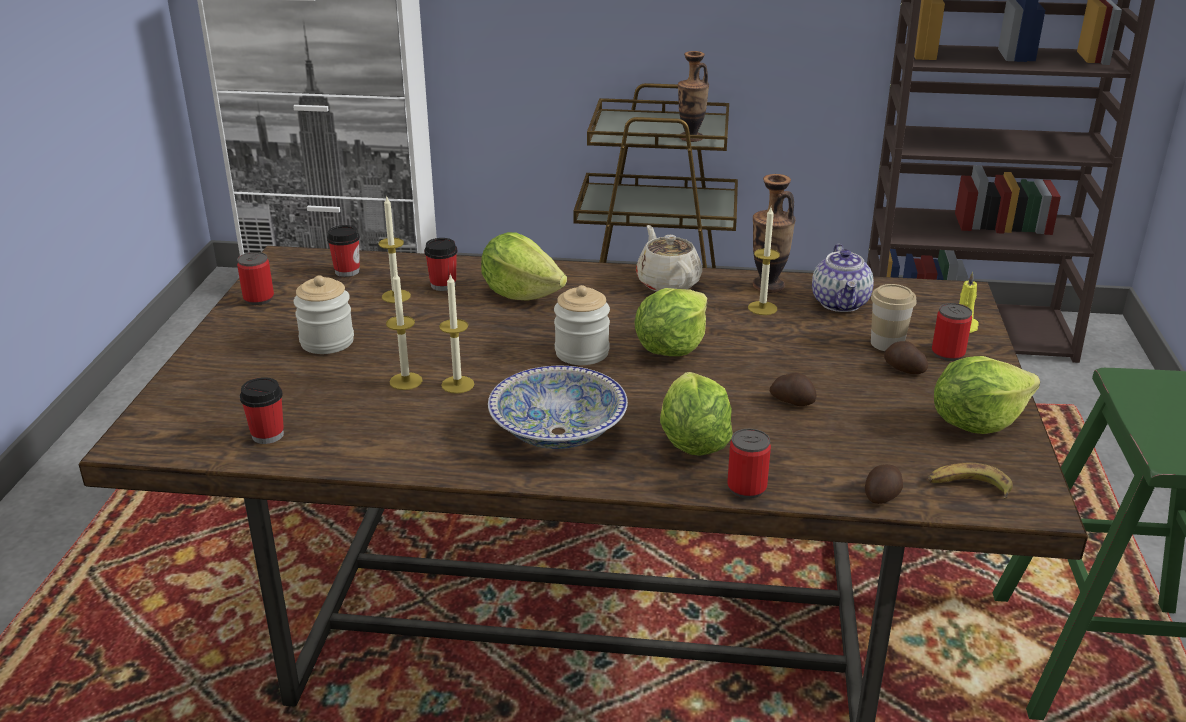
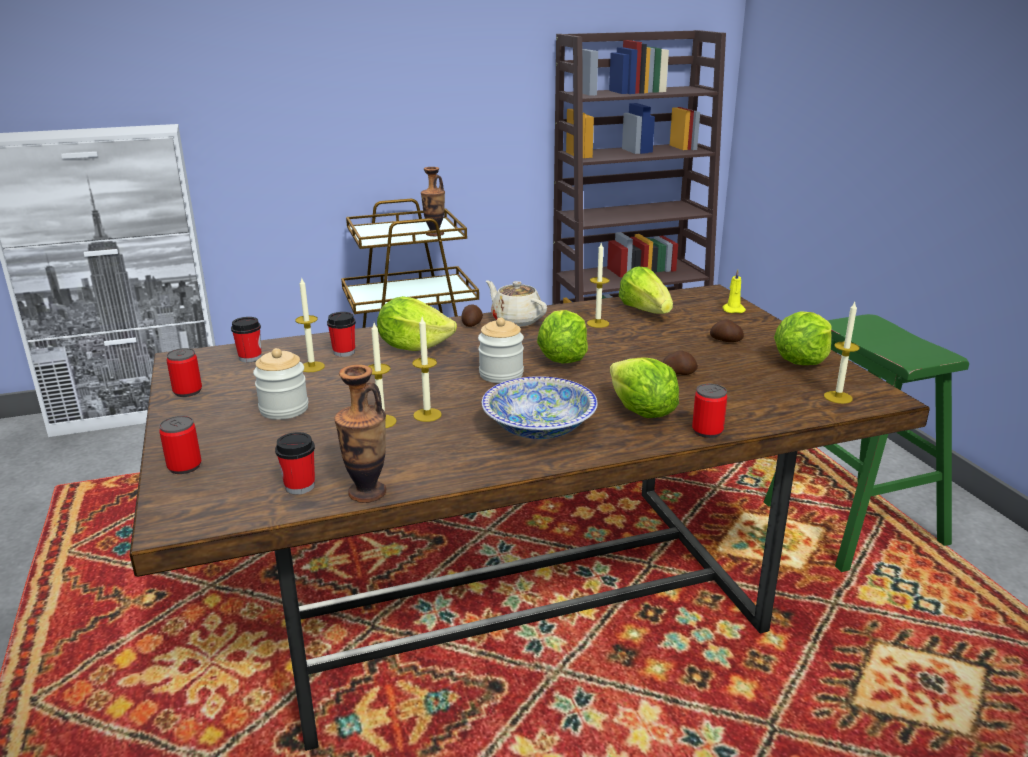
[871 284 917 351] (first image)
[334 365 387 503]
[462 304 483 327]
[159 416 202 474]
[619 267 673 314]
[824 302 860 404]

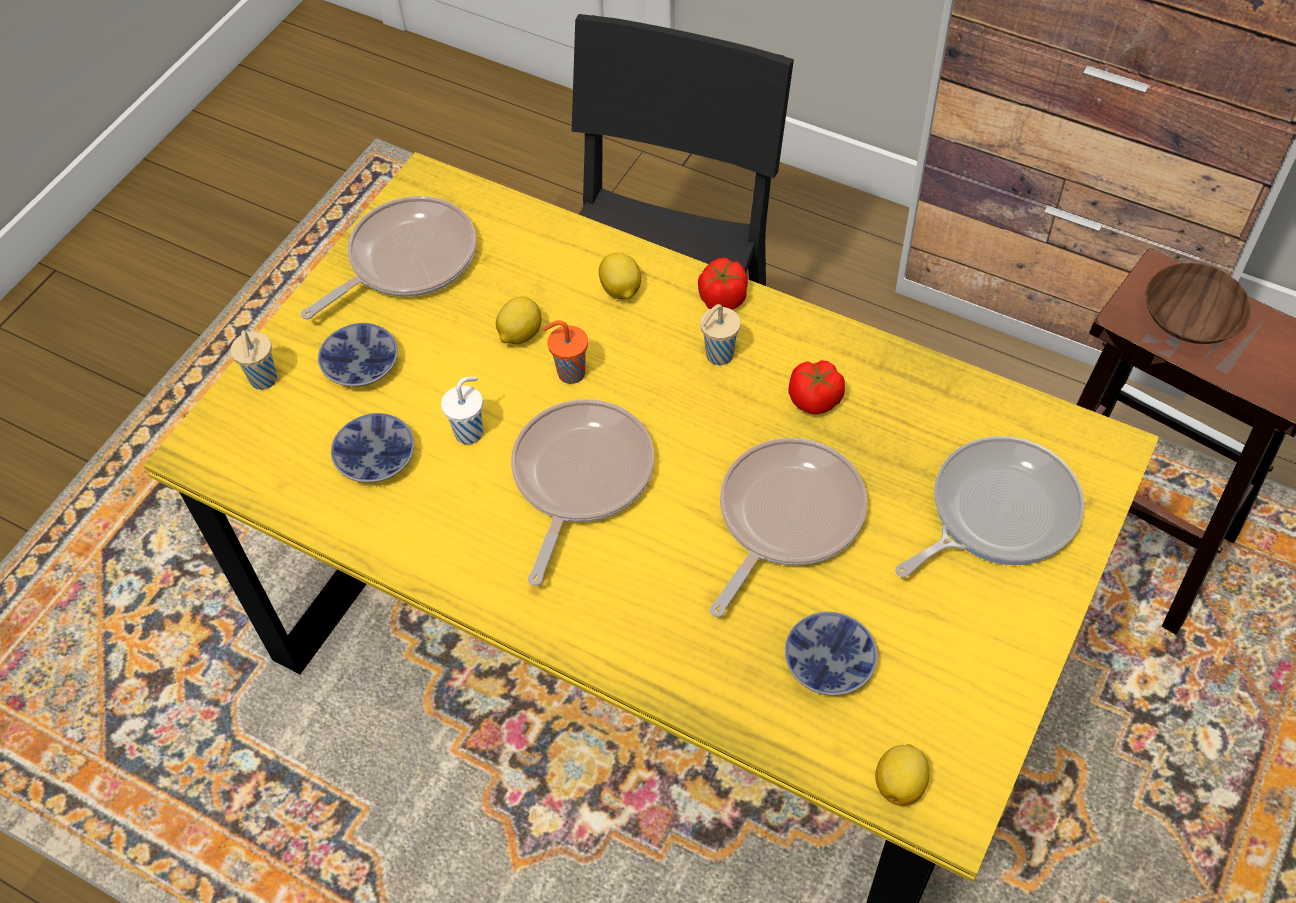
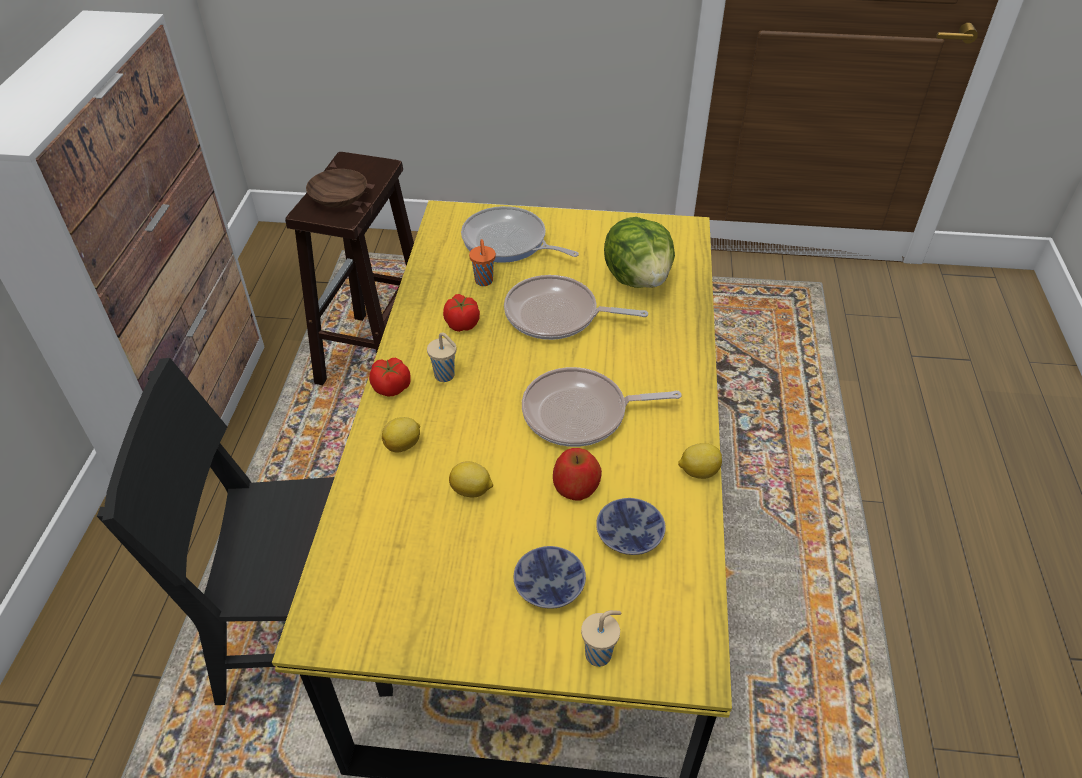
[301 196 476 320] (first image)
[469 239 496 286]
[678 443 722 479]
[553 448 602 500]
[604 217 675 288]

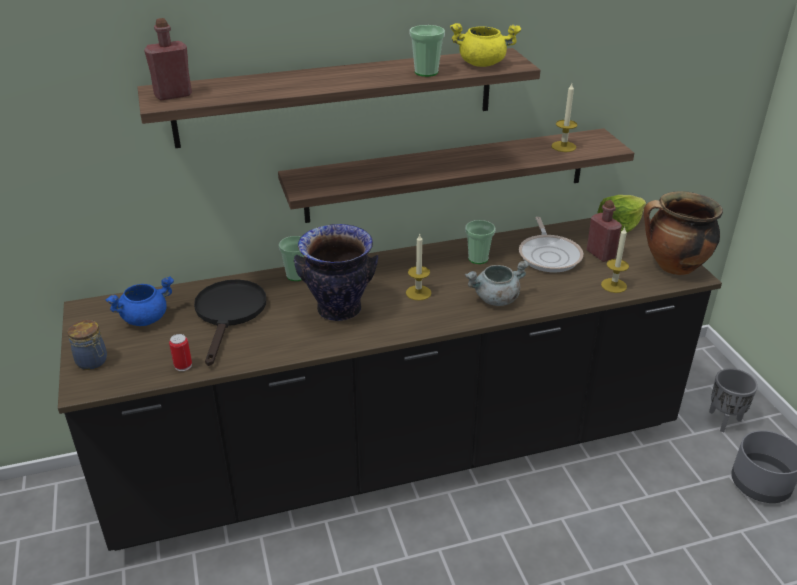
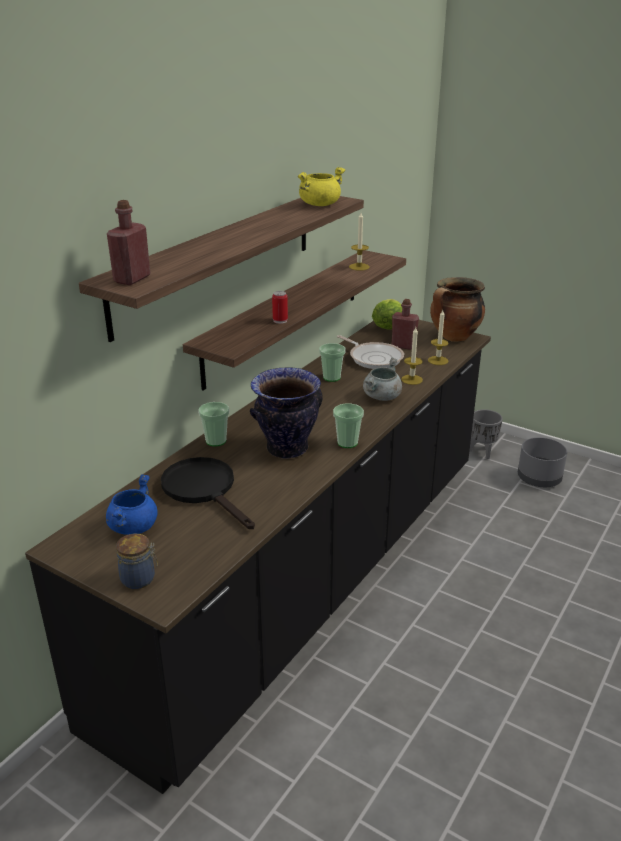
[272 291 288 324]
[401 327 423 385]
[333 404 364 448]

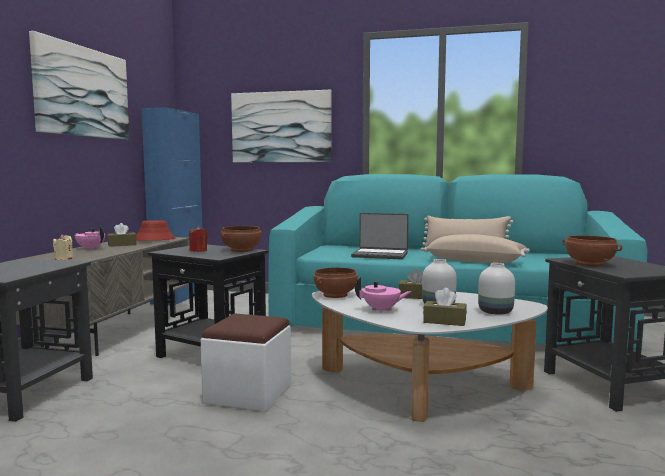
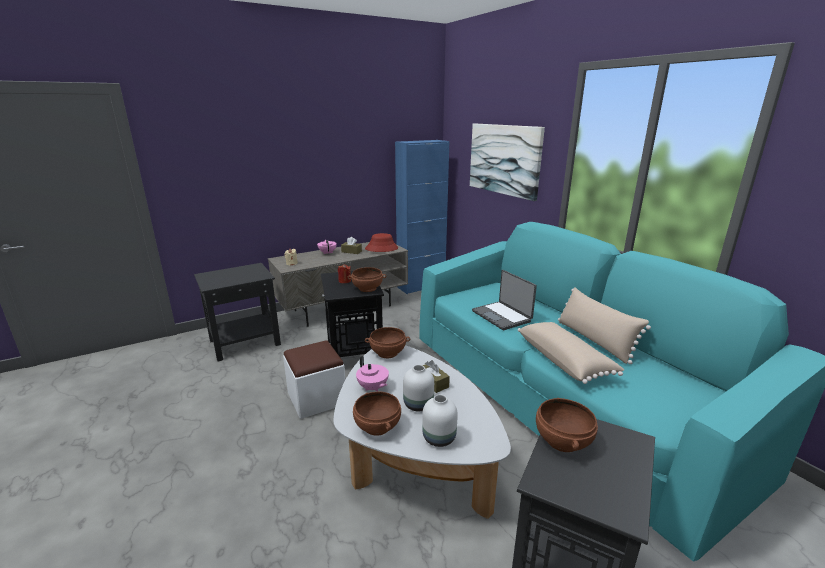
[29 31 129 140] (first image)
[353 392 401 436]

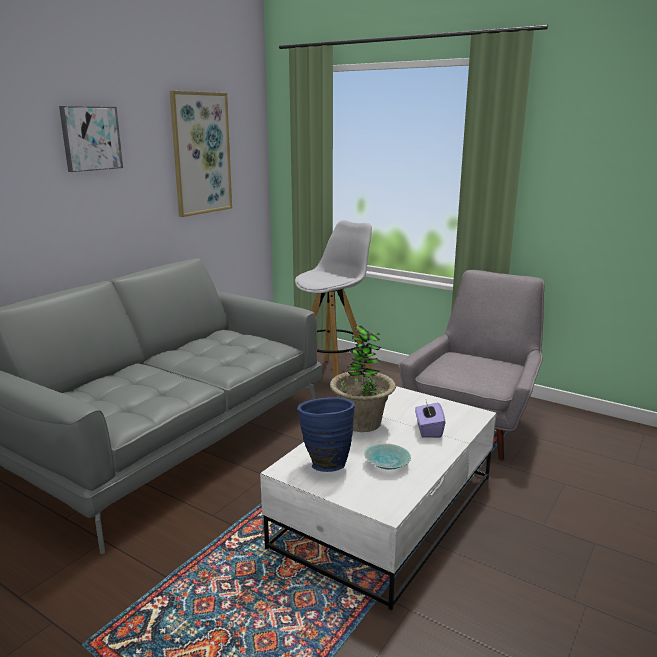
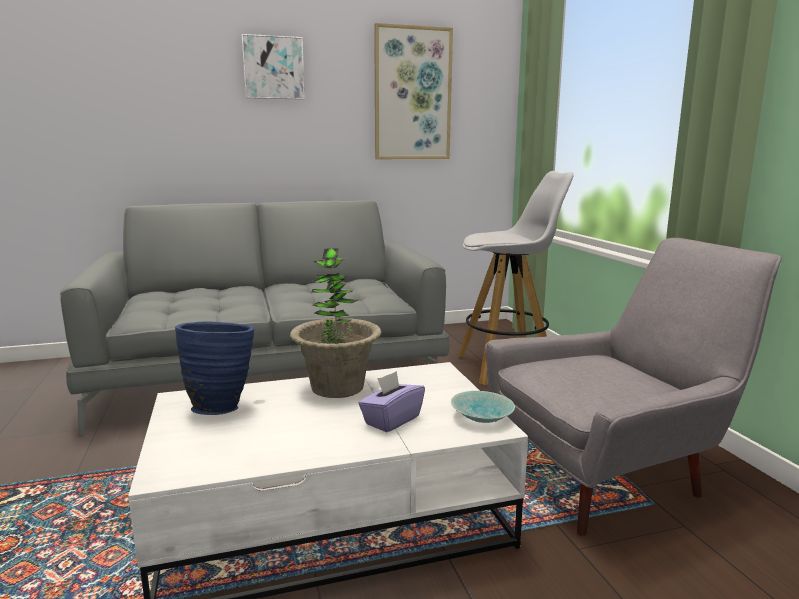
[451 391 515 423]

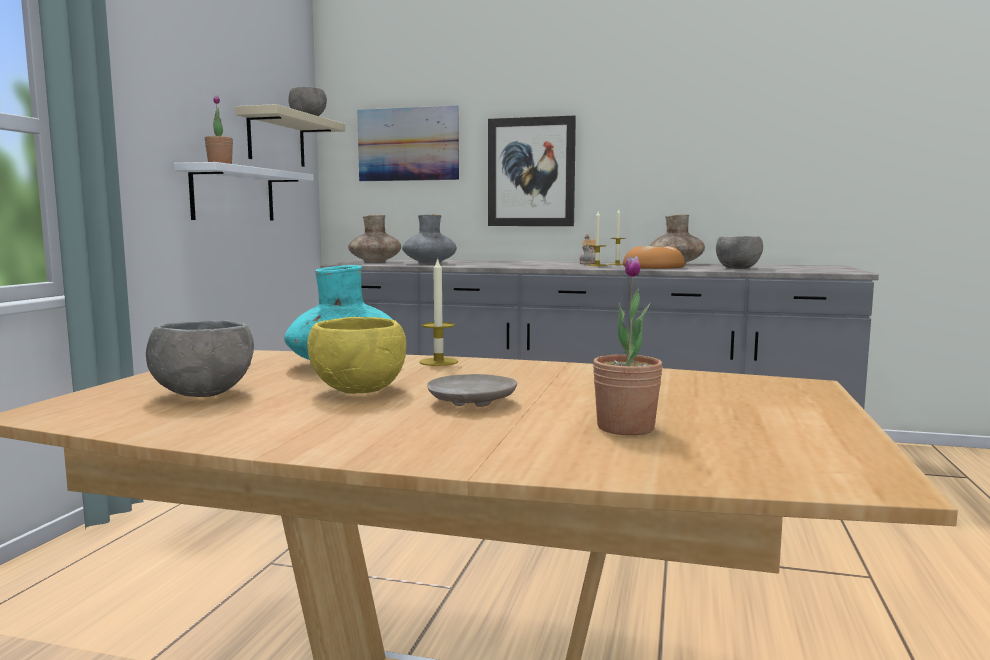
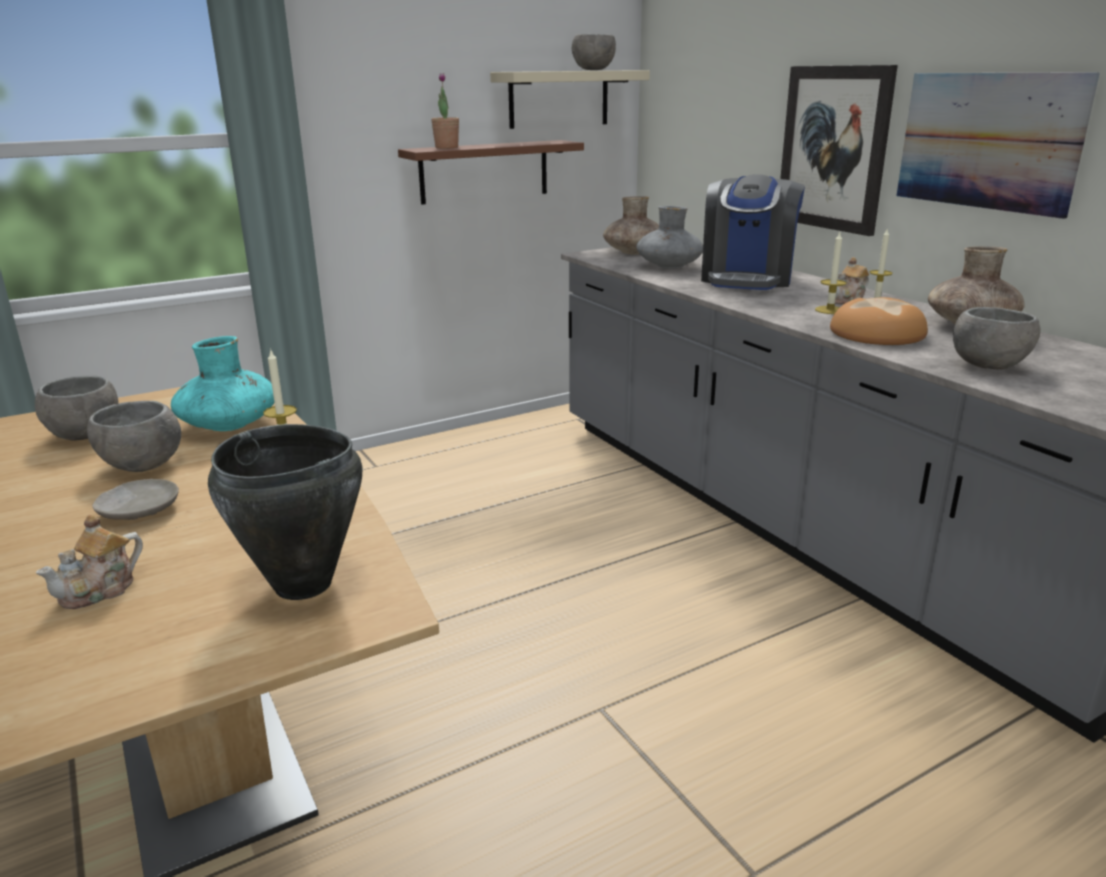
[208 424 363 600]
[701 174 805 290]
[897 72 1100 219]
[36 515 143 609]
[398 140 584 205]
[87 401 181 472]

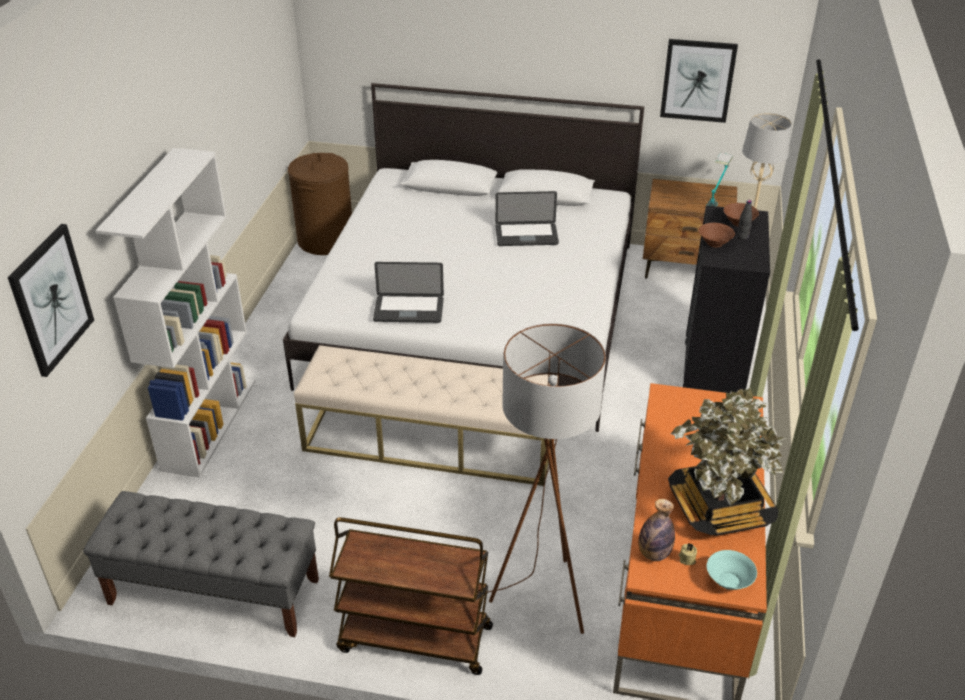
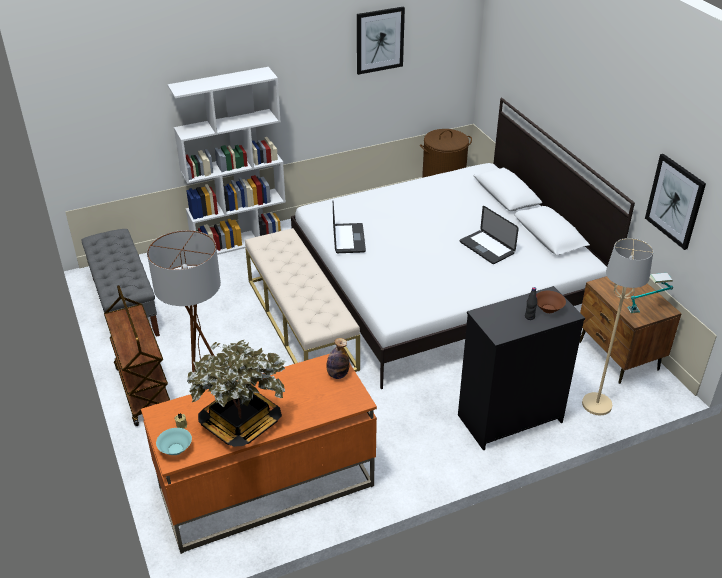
[699 223 735 247] (first image)
[357 6 405 75]
[326 338 350 379]
[333 201 366 253]

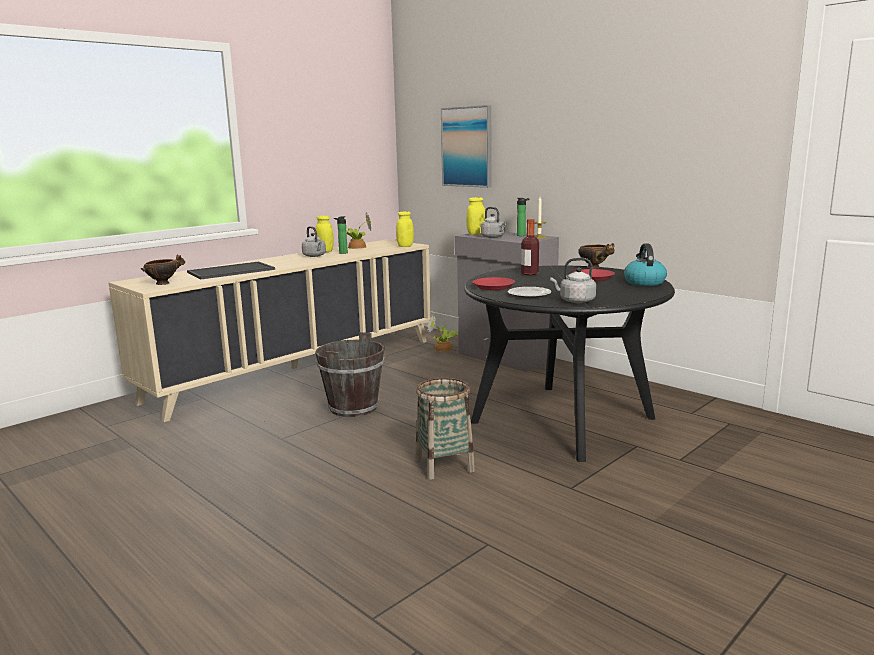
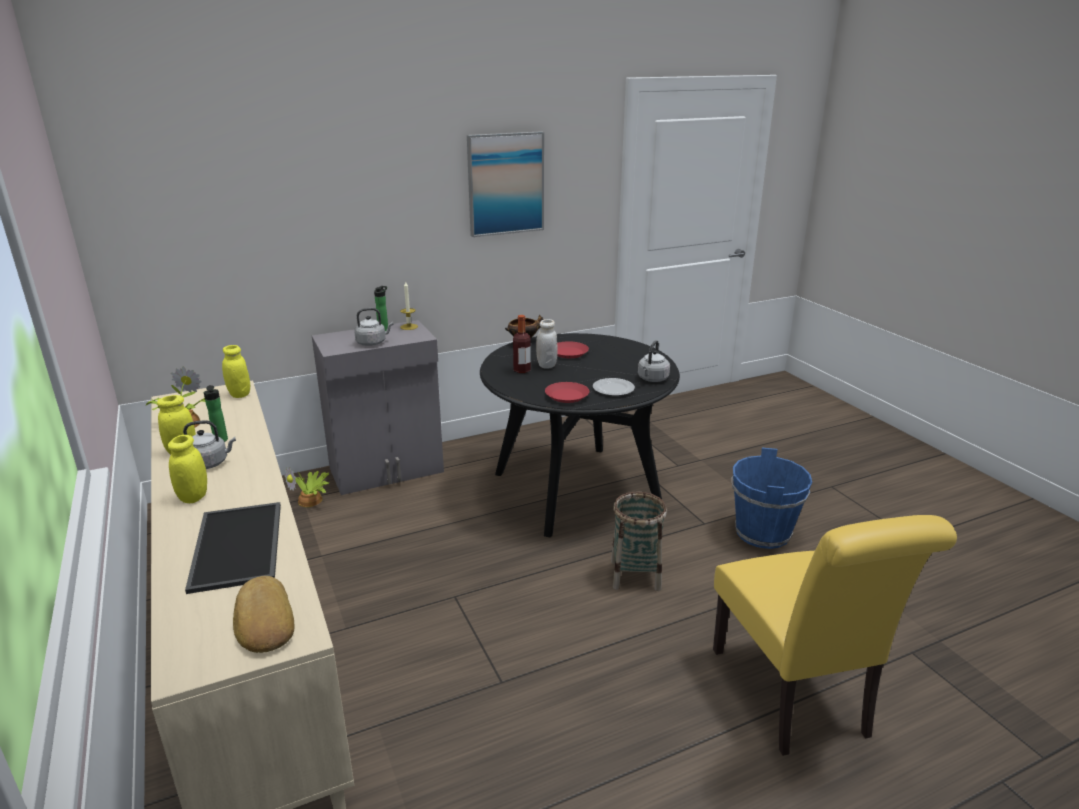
[315 332 385 417] (first image)
[624 243 667 286] (first image)
[536 319 558 369]
[713 515 957 756]
[732 448 812 549]
[467 131 544 237]
[168 435 207 503]
[233 576 295 653]

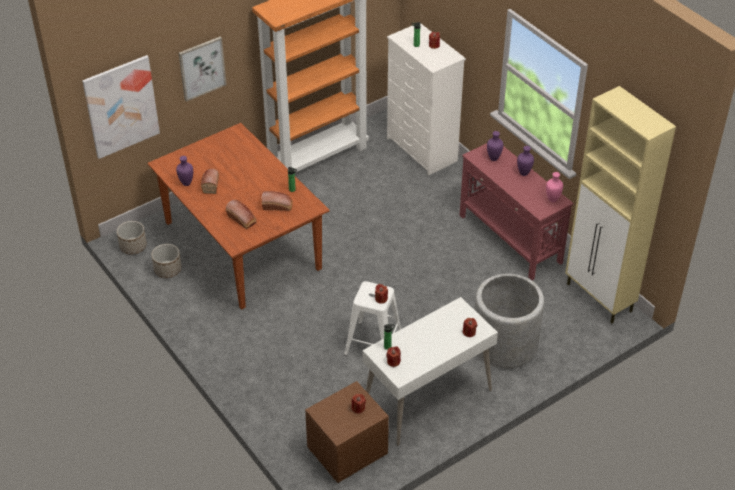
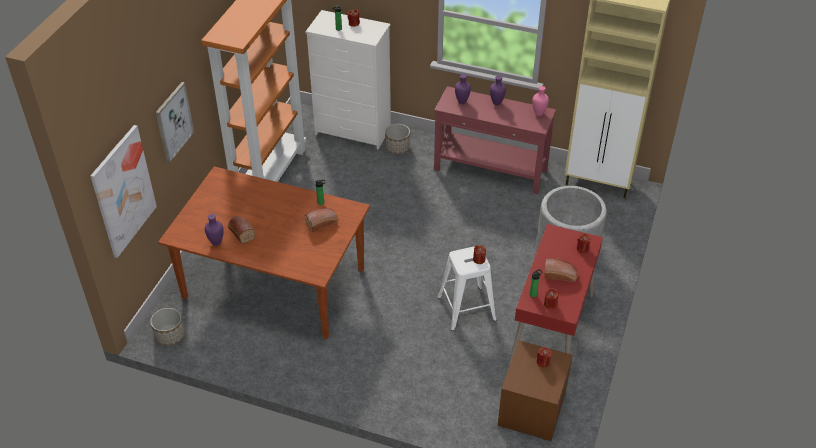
[385 124 410 154]
[544 258 578 282]
[509 224 603 366]

